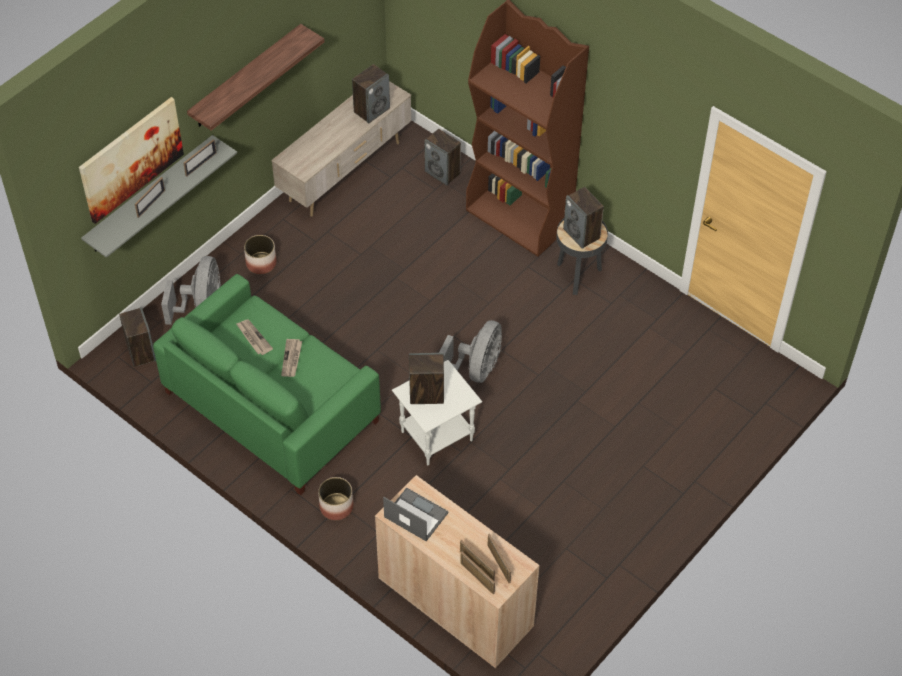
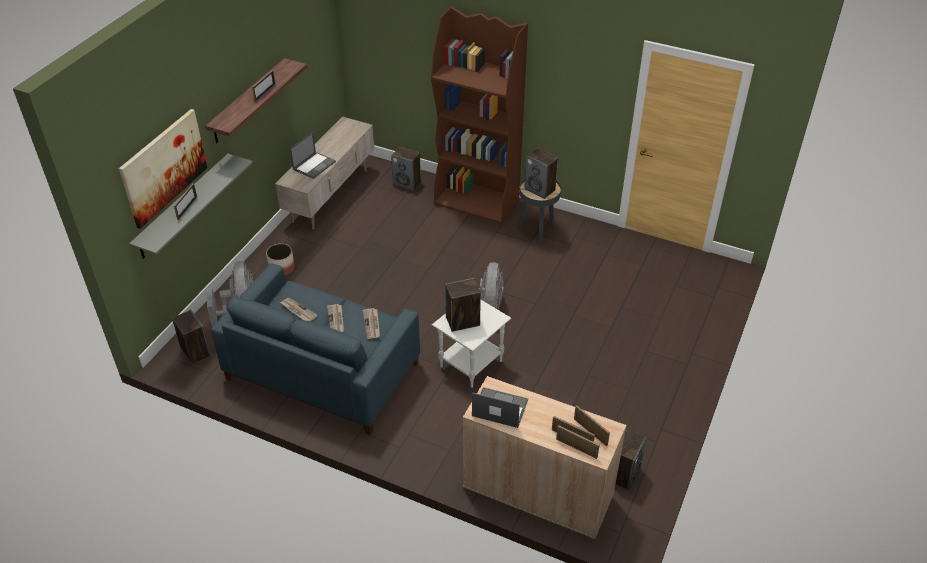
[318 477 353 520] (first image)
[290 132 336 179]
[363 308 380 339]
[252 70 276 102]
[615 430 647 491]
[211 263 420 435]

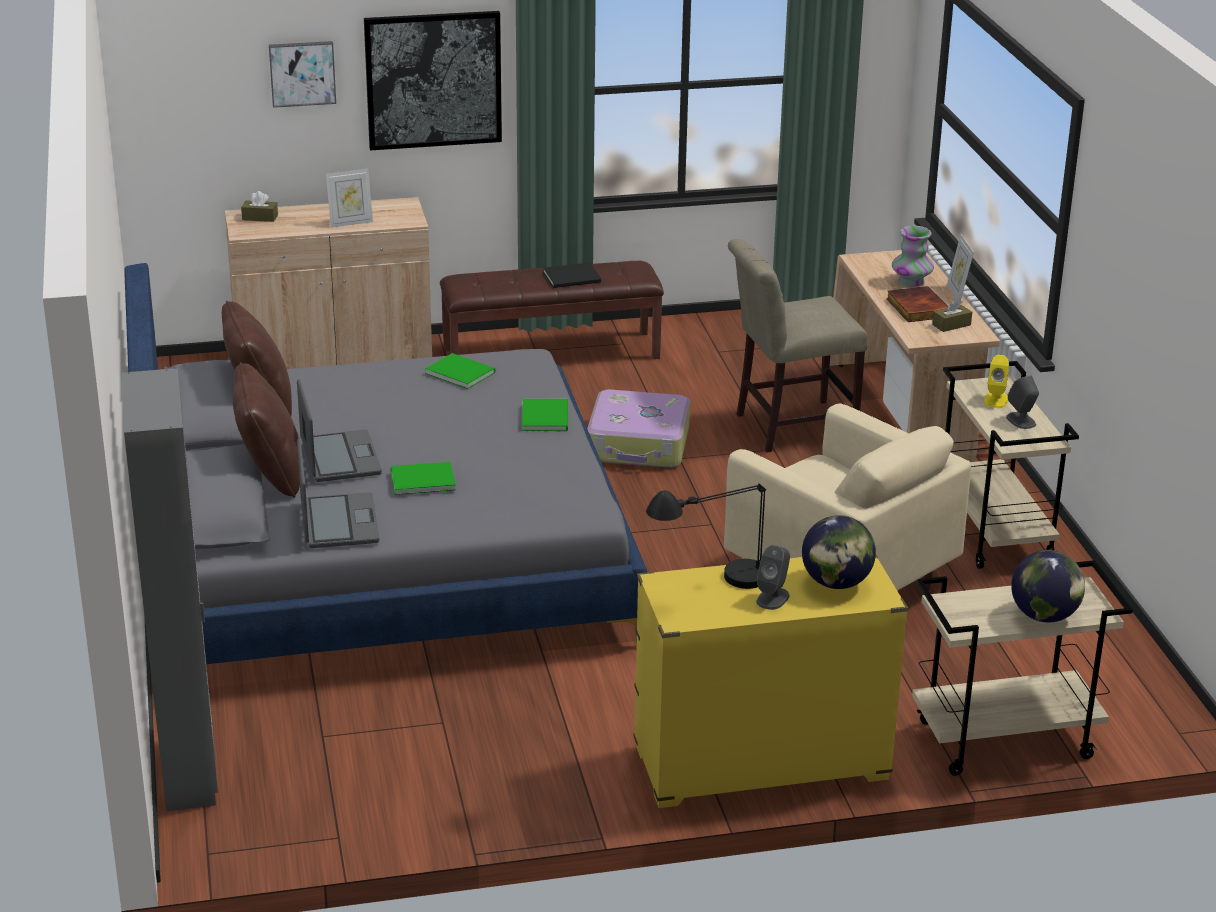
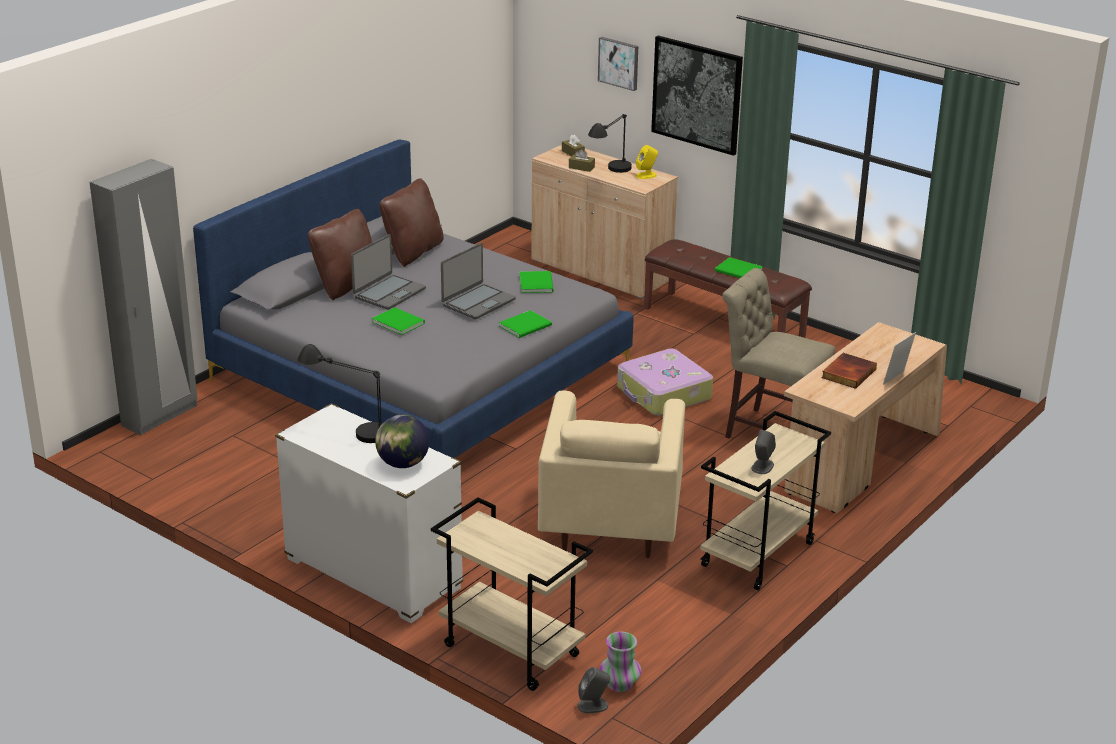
[1011 550 1085 622] (first image)
[441 243 516 320]
[578 667 610 713]
[599 632 642 692]
[569 149 595 172]
[636 145 658 179]
[588 114 632 173]
[715 257 763 278]
[275 403 463 623]

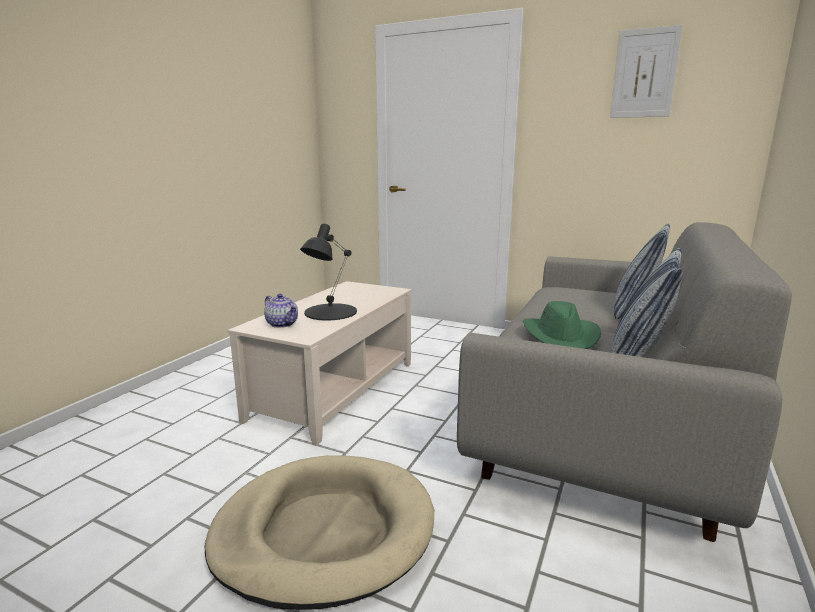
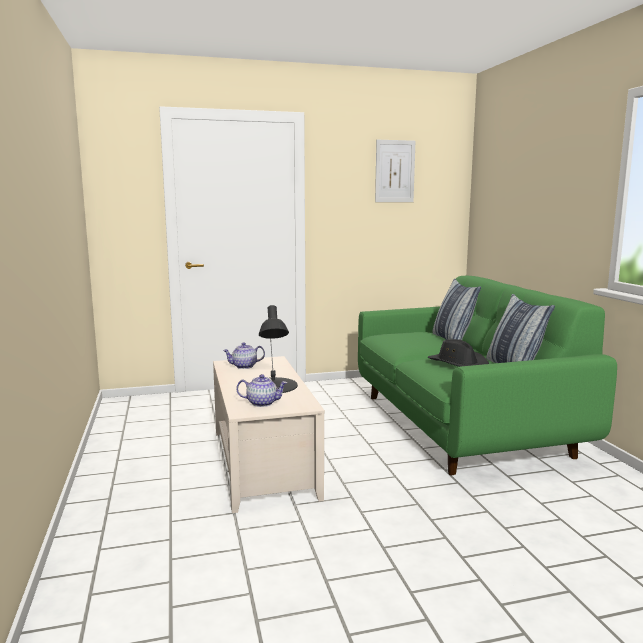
[205 455 434 610] (first image)
[223 342 265 369]
[358 276 617 475]
[428 339 489 367]

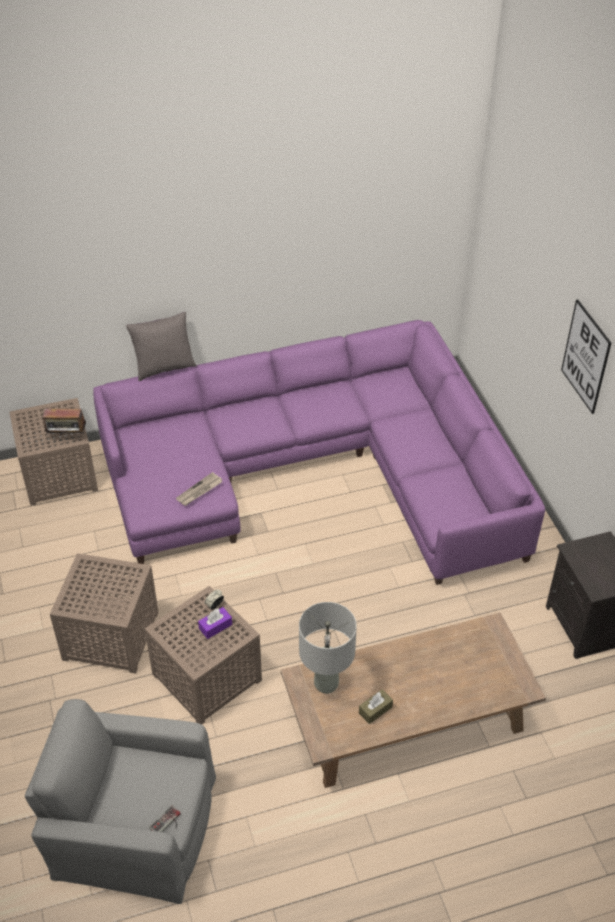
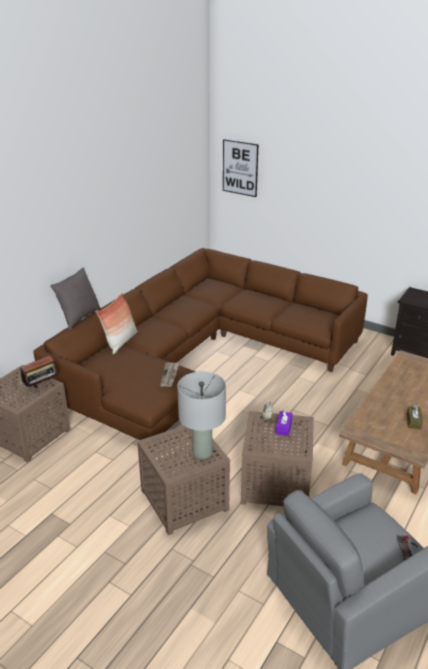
[96 293 138 354]
[177 372 226 460]
[223 139 259 197]
[33 248 368 452]

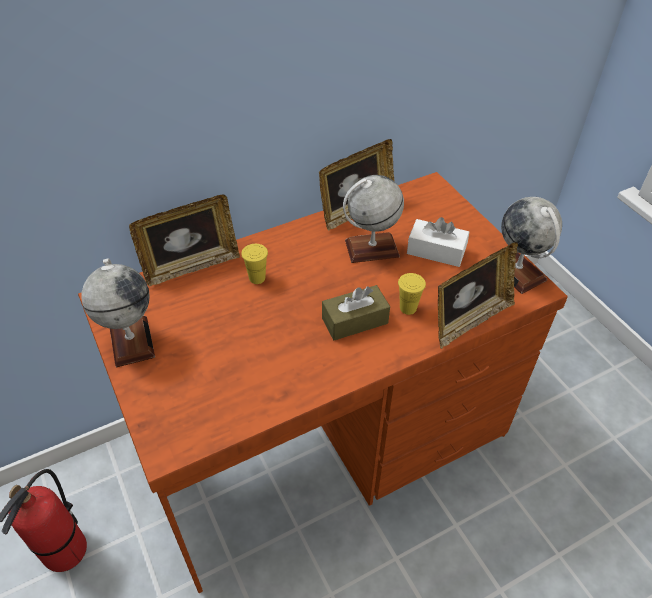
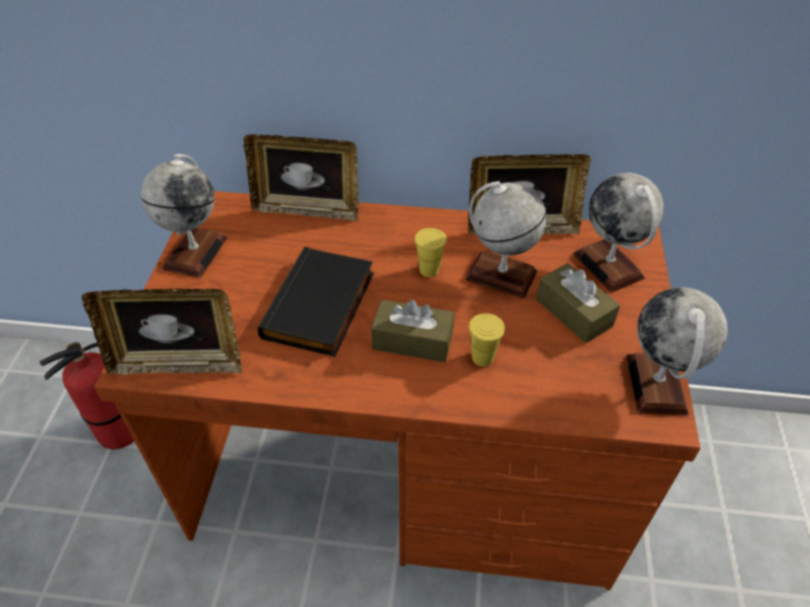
[258 247 374 357]
[573 173 664 293]
[414 228 447 277]
[82 289 242 375]
[536 263 620 343]

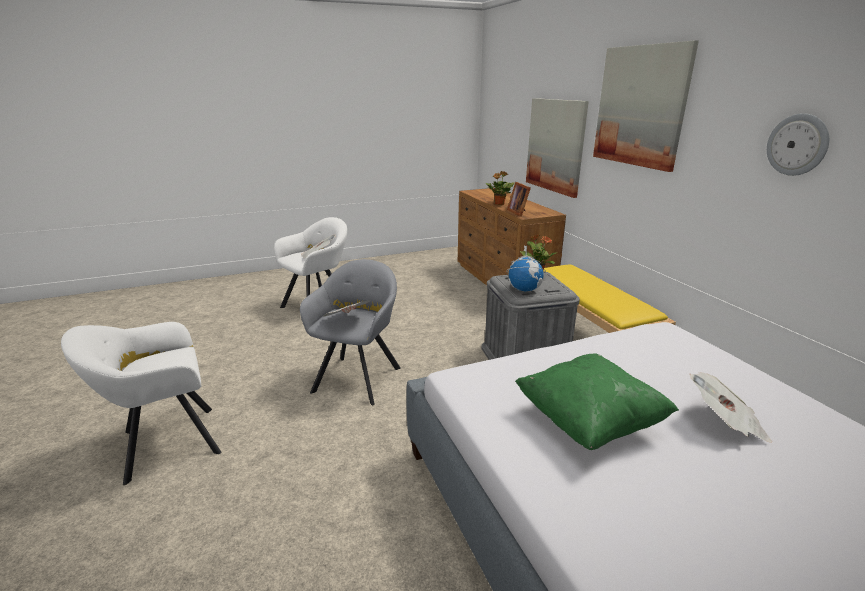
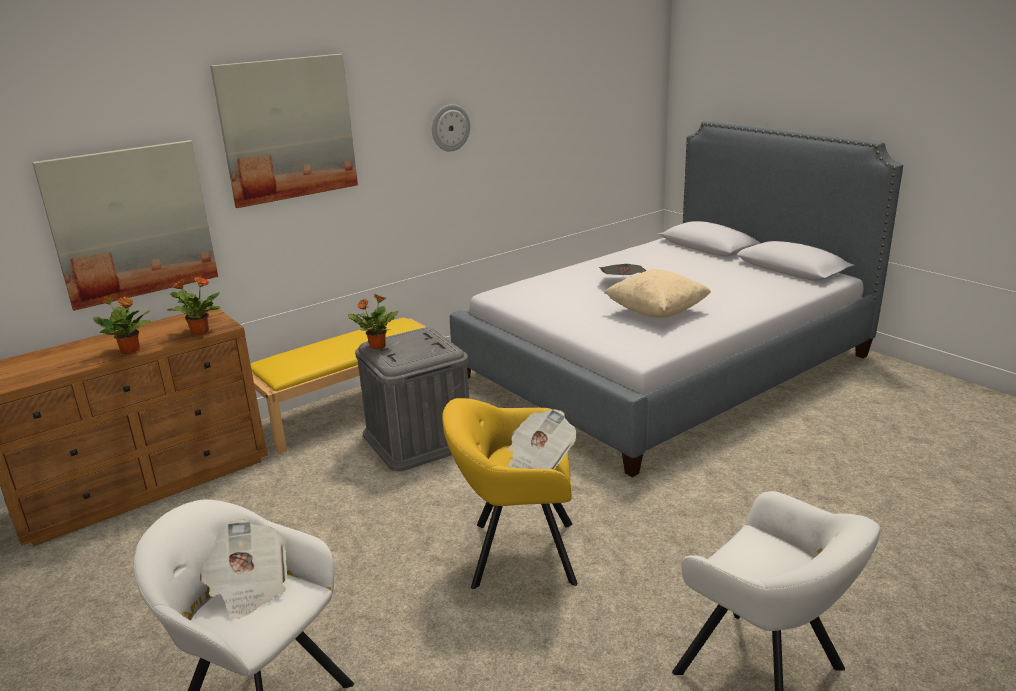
[506 245 545 292] (first image)
[167 277 221 335]
[442 398 578 589]
[604 269 711 318]

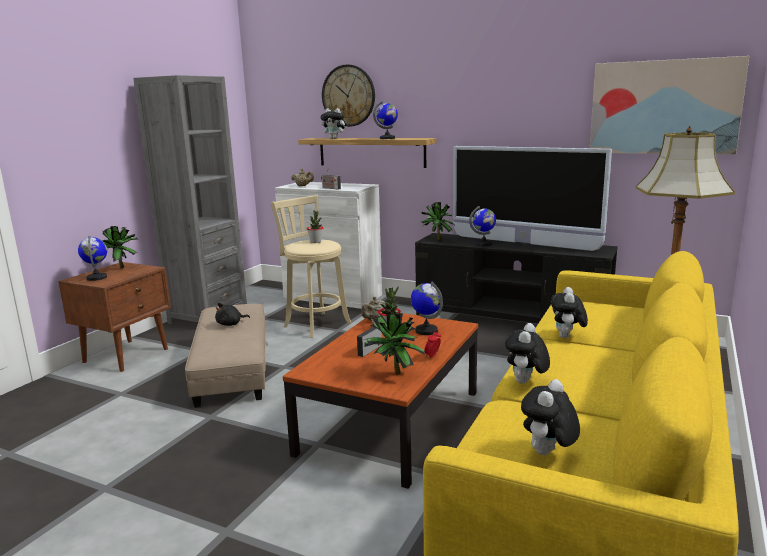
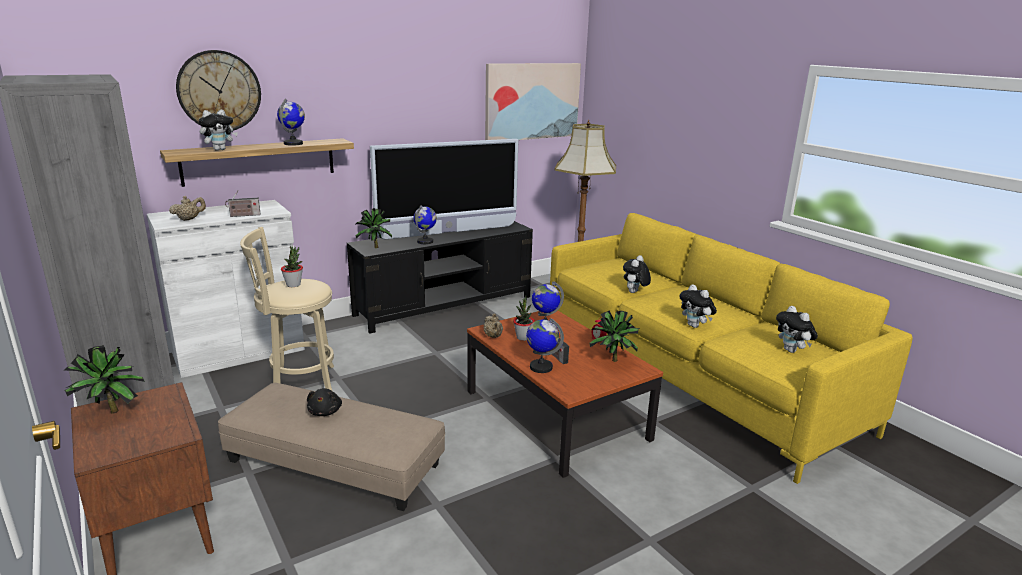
[526 318 564 373]
[623 255 651 293]

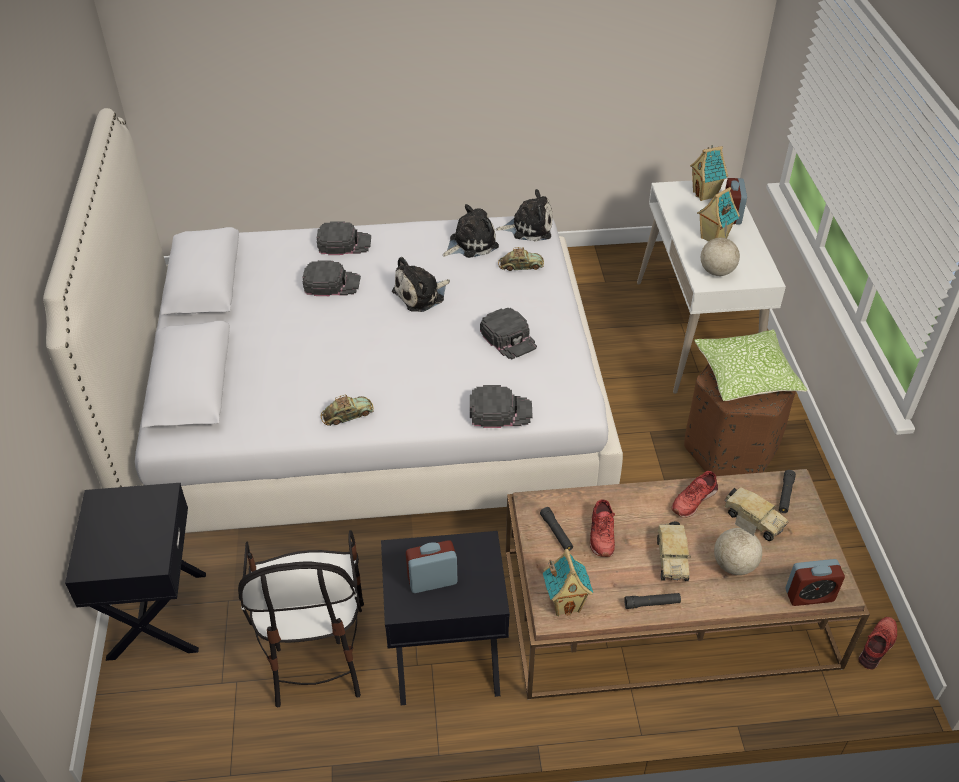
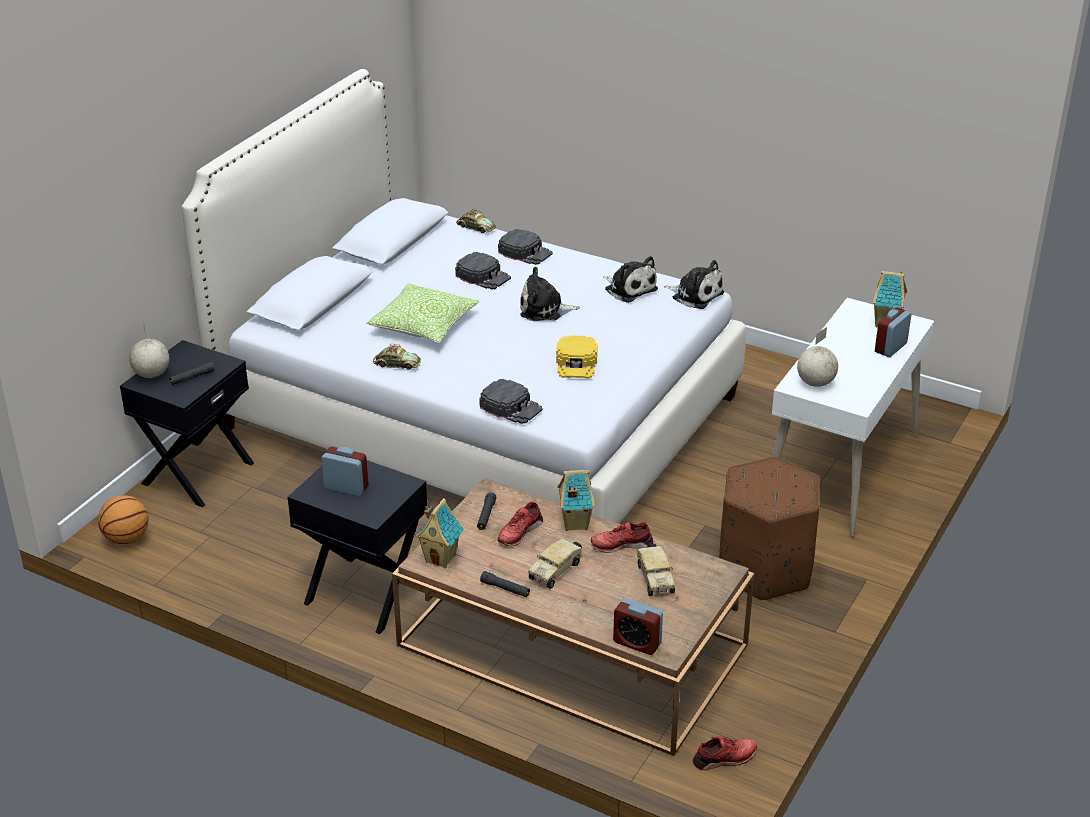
[238 530 364 708] (first image)
[98 495 149 544]
[456 209 496 233]
[367 283 479 343]
[557 470 595 531]
[129 319 169 378]
[169 362 214 385]
[556 335 597 379]
[603 256 658 303]

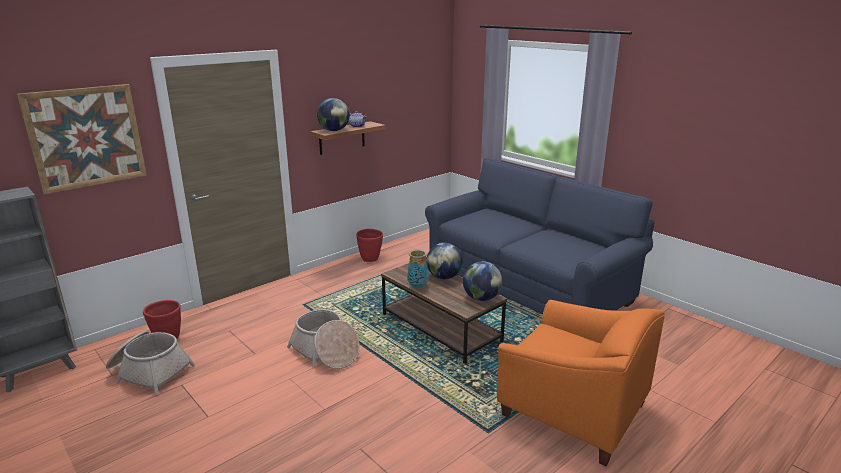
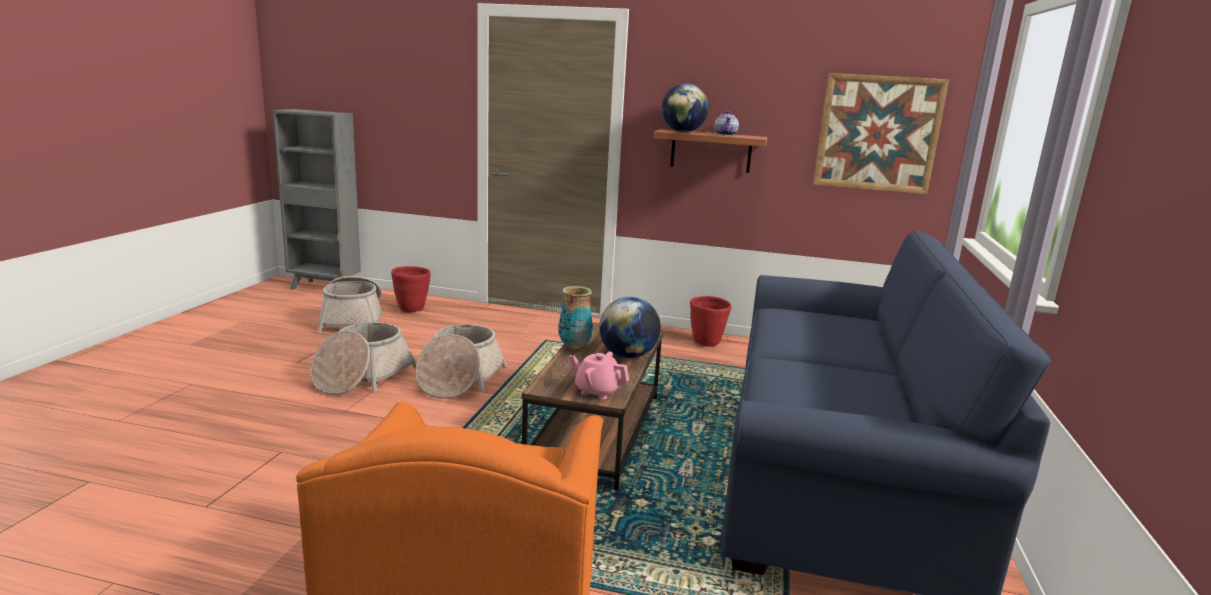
[310 322 417 395]
[813 73 949 194]
[569 352 629 399]

